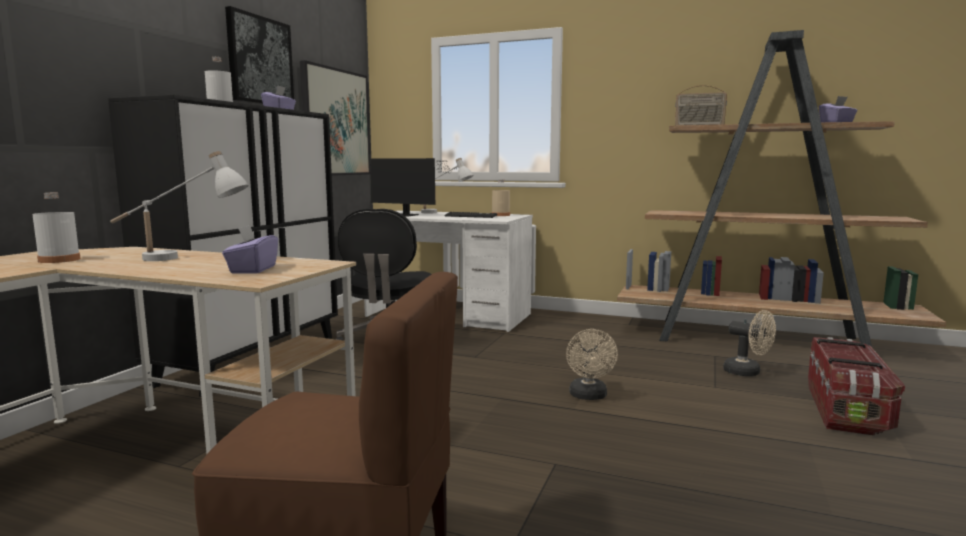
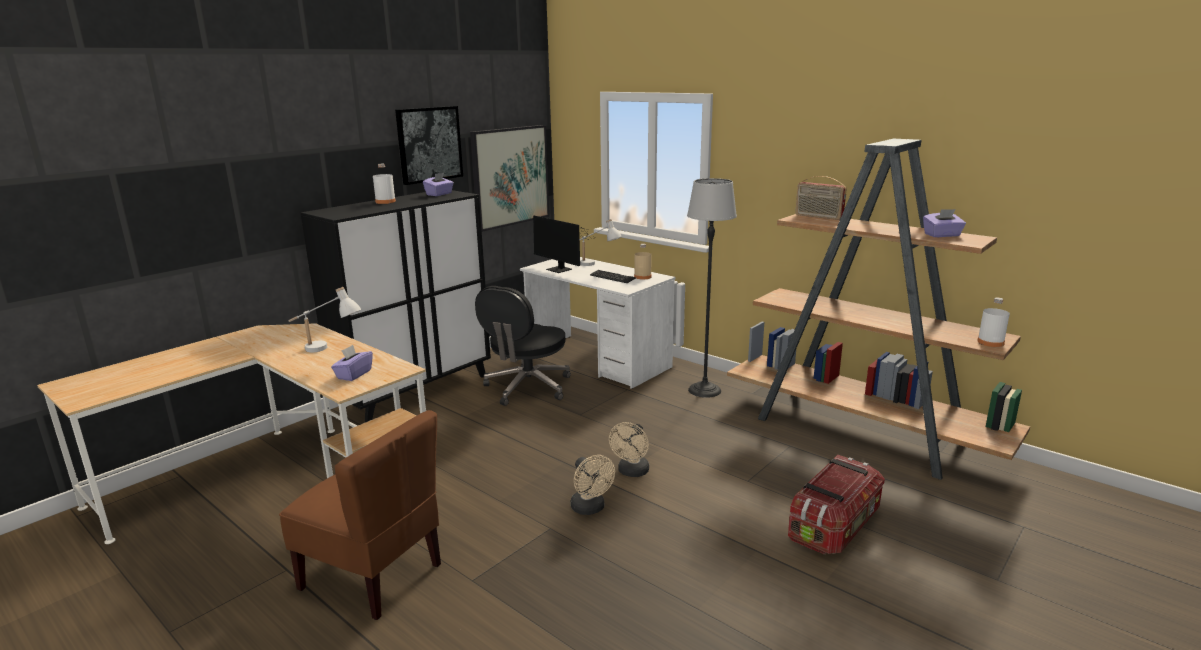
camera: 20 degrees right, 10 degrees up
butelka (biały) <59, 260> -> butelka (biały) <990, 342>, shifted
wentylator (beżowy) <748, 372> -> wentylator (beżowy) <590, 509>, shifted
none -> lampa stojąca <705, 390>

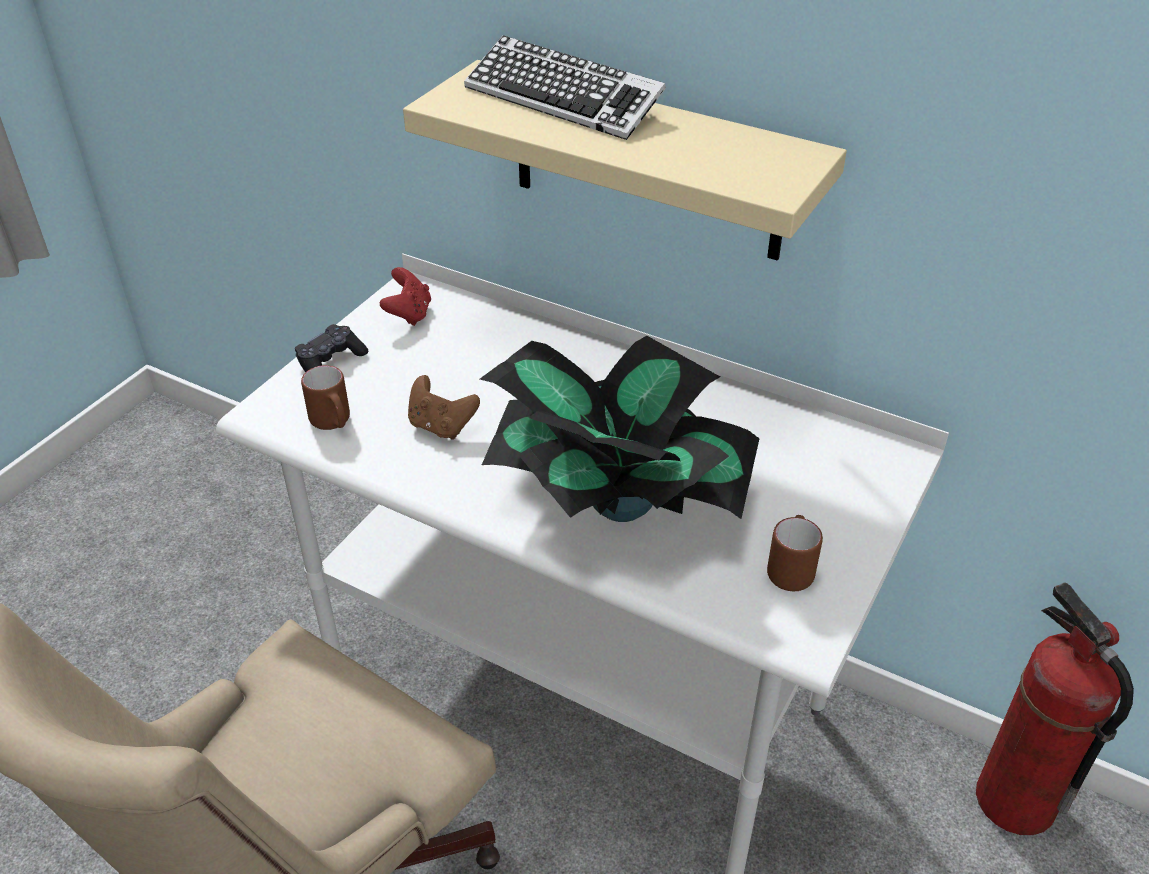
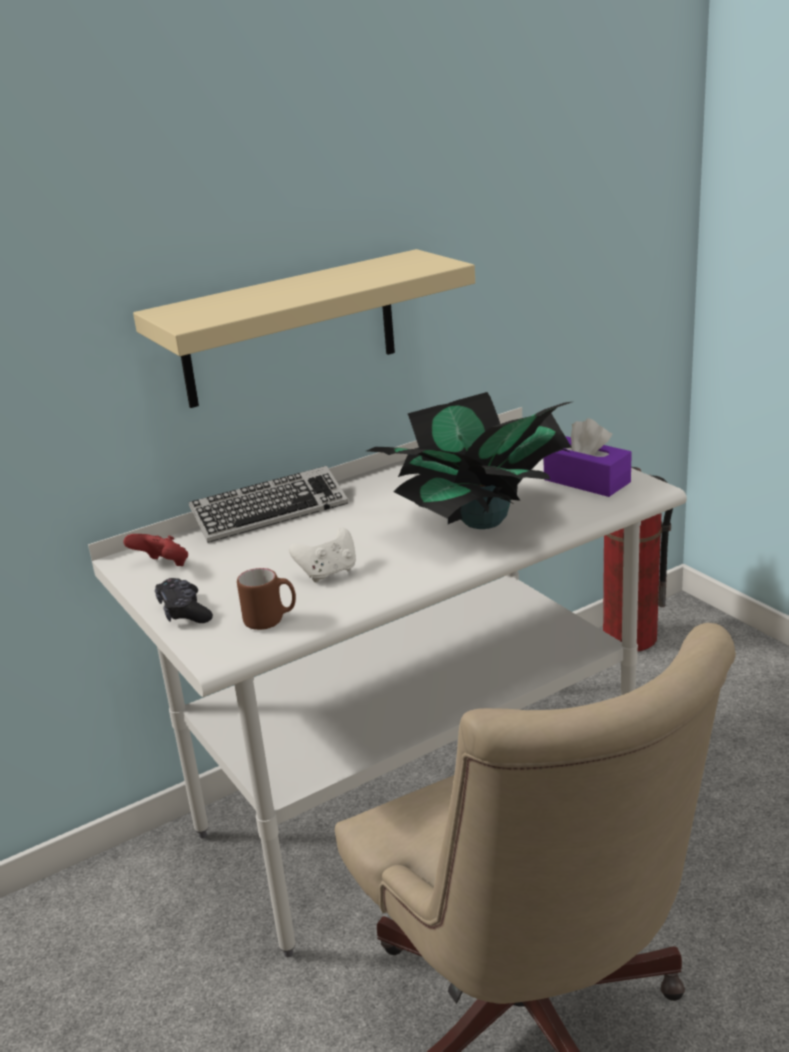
camera: 60 degrees left, 15 degrees down
klawiatura <563, 99> -> klawiatura <270, 513>, shifted
pad do gier (brązowy) <441, 426> -> pad do gier (biały) <328, 573>
kubek (brązowy) <791, 569> -> pudełko chusteczek (fioletowy) <586, 481>

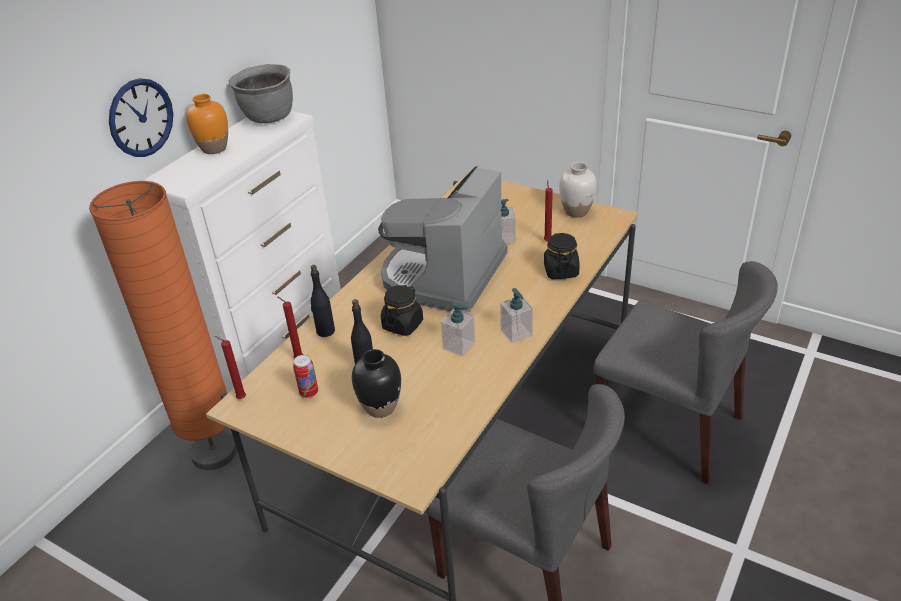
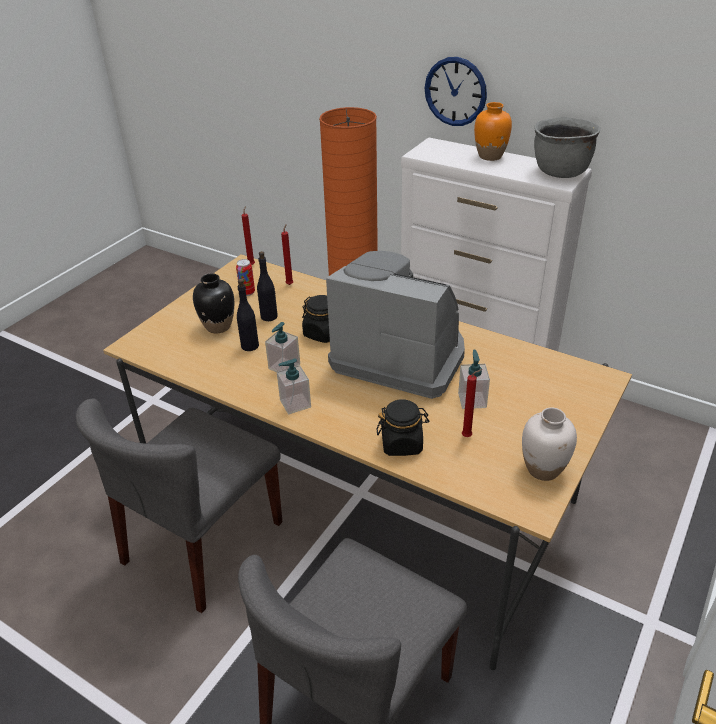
camera: 90 degrees right, 0 degrees up
butelka (czarny) <325, 331> -> butelka (czarny) <250, 346>, shifted

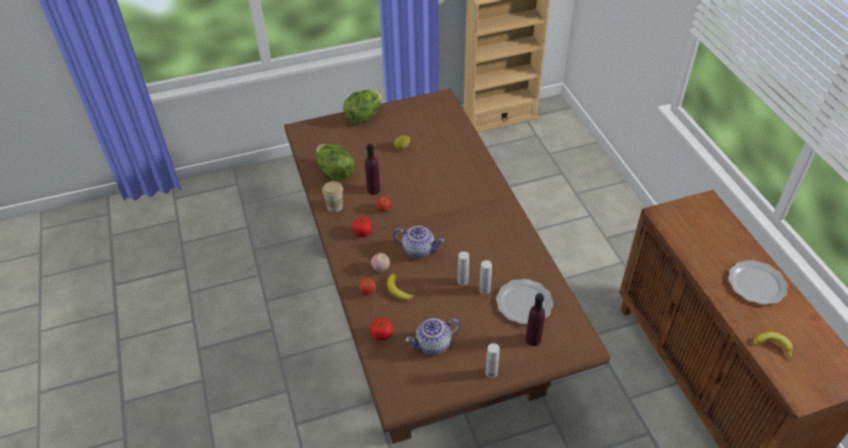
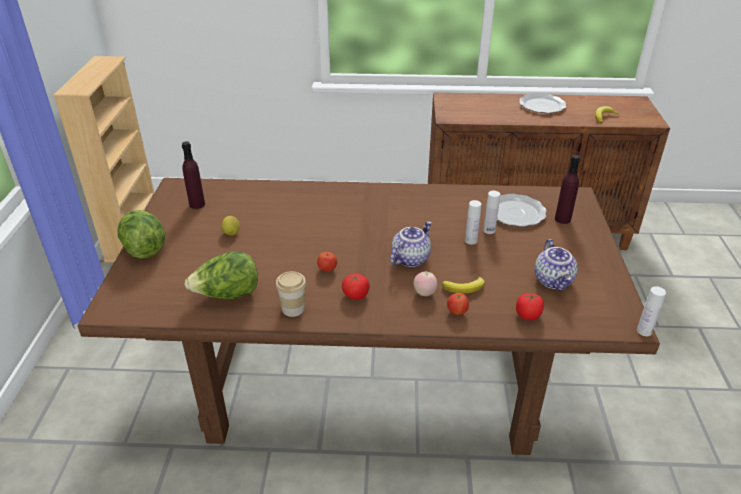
camera: 70 degrees left, 10 degrees down
butelka (fioletowy) <373, 190> -> butelka (fioletowy) <197, 204>, shifted
butelka (biały) <491, 372> -> butelka (biały) <644, 331>, shifted

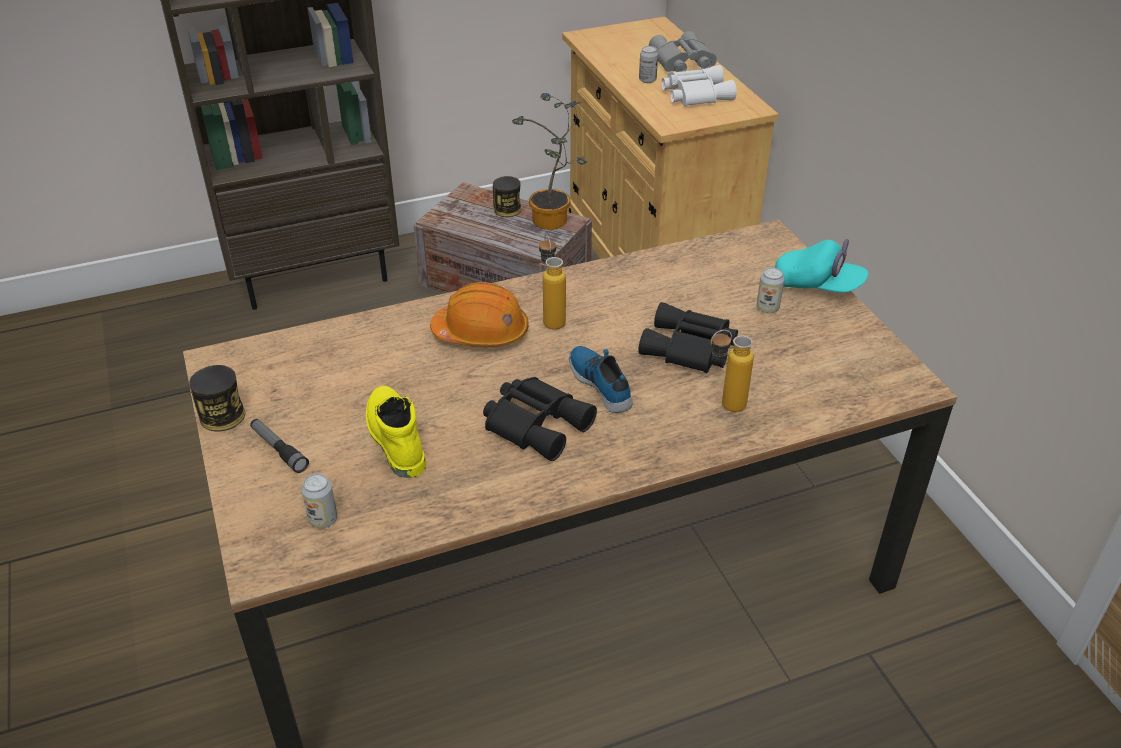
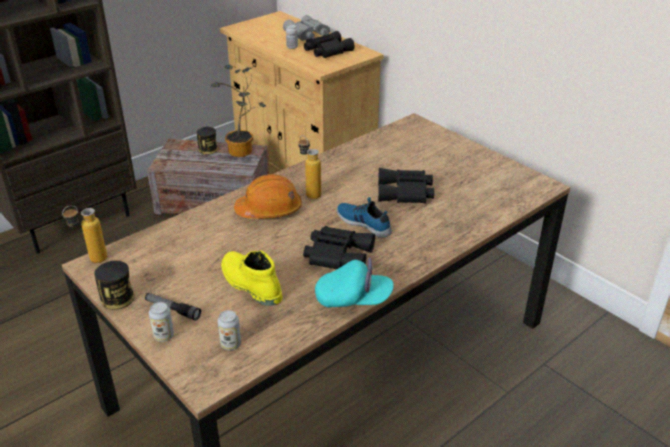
camera: 20 degrees left, 5 degrees down
lornetka (biały) <695, 94> -> lornetka (czarny) <326, 50>
czapka z daszkiem (turkusowy) <818, 285> -> czapka z daszkiem (turkusowy) <353, 299>, shifted
puszka <767, 308> -> puszka <163, 336>, shifted
butelka <724, 407> -> butelka <91, 261>, shifted

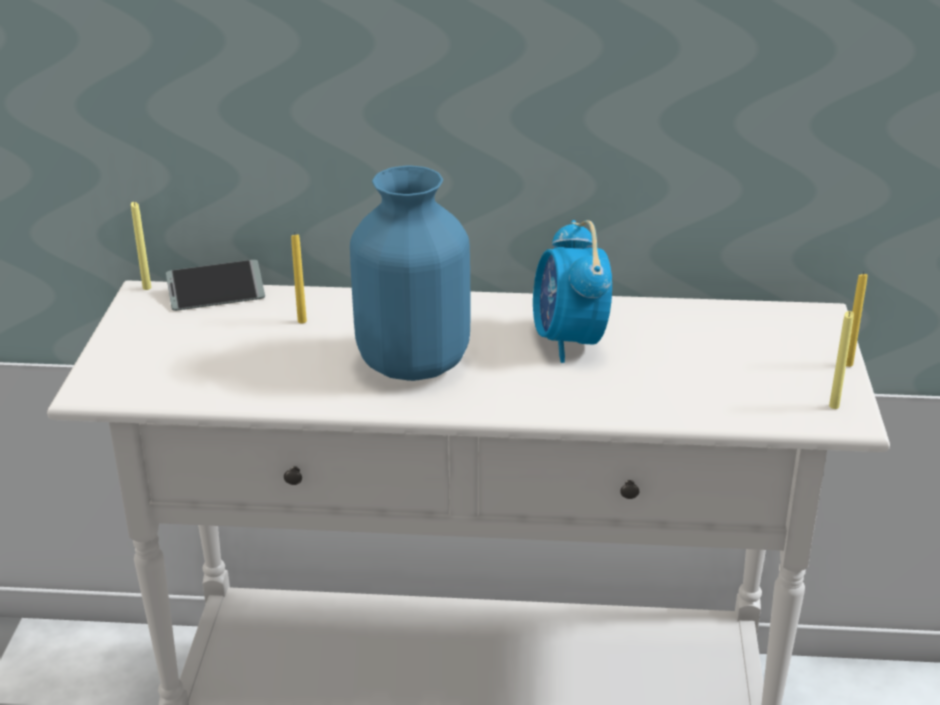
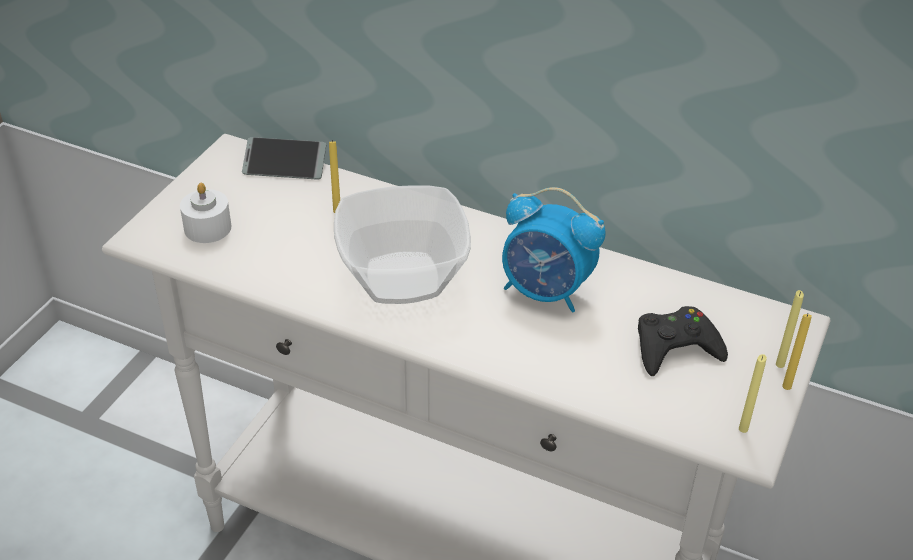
camera: 20 degrees right, 10 degrees up
wazon (niebieski) <411, 362> -> miska <400, 278>
świeca (żółty) <147, 288> -> świeca (żółty) <780, 364>, shifted
budzik <569, 342> -> budzik <546, 292>, 75 degrees counterclockwise
none -> świeca (biały) <207, 228>
none -> pad do gier (czarny) <675, 347>

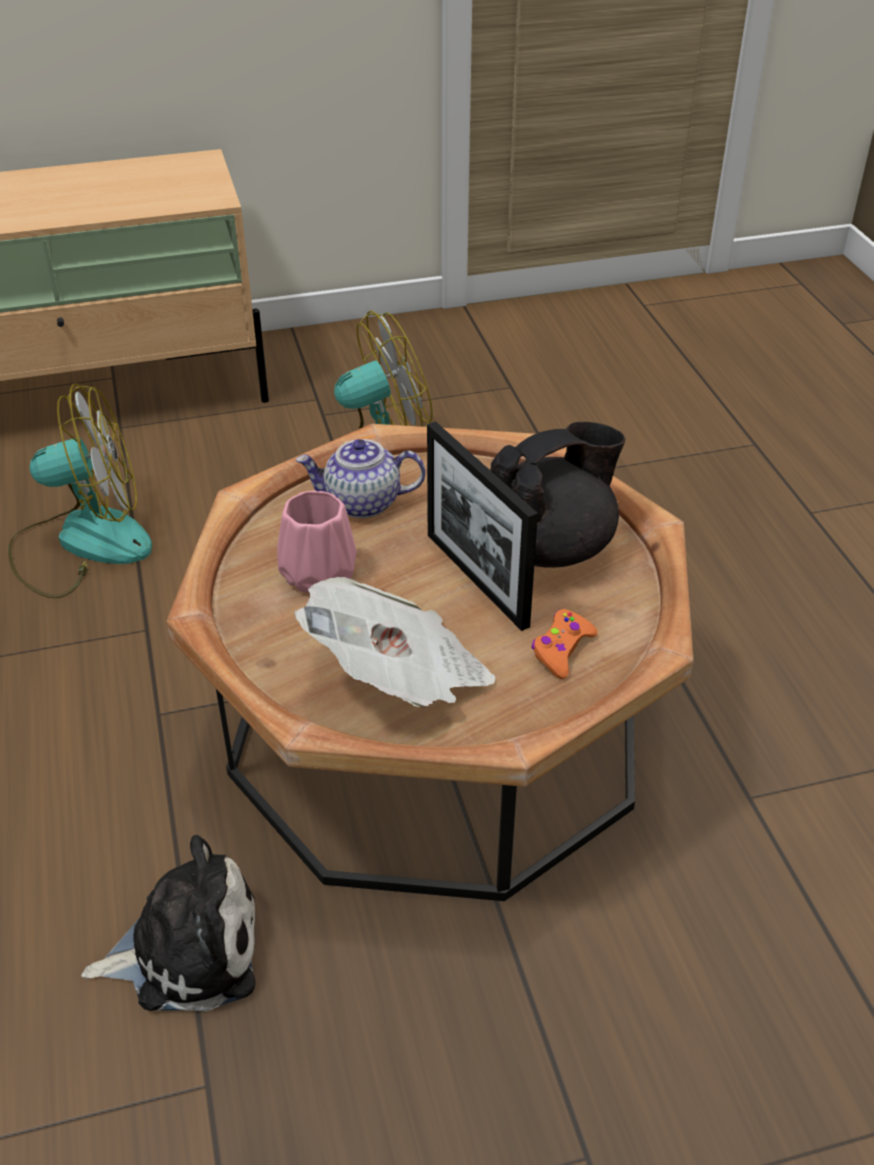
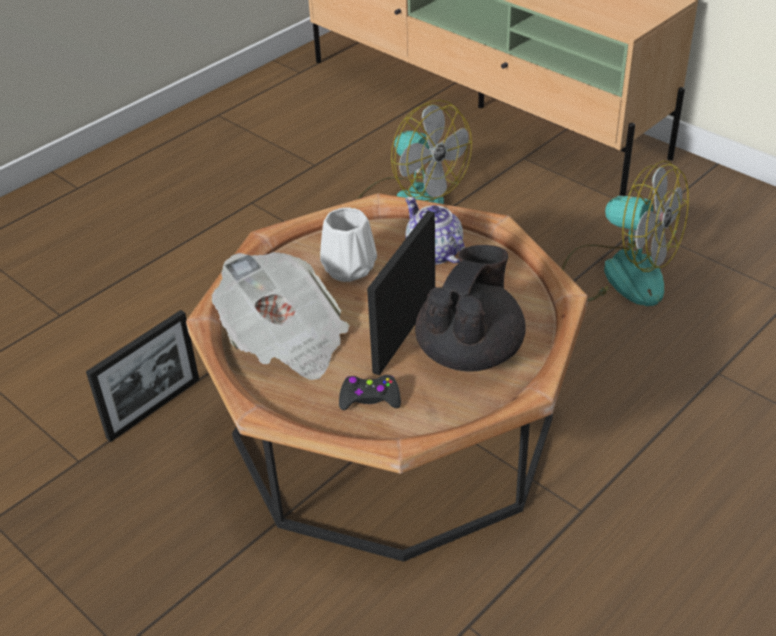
camera: 60 degrees right, 0 degrees up
imbryk (czarny) <550, 547> -> imbryk (czarny) <470, 351>, 90 degrees counterclockwise
wazon (różowy) <321, 574> -> wazon (biały) <350, 269>
pad do gier (pomarańczowy) <562, 650> -> pad do gier (czarny) <369, 398>
pluszak <187, 950> -> ramka na zdjęcie <154, 408>

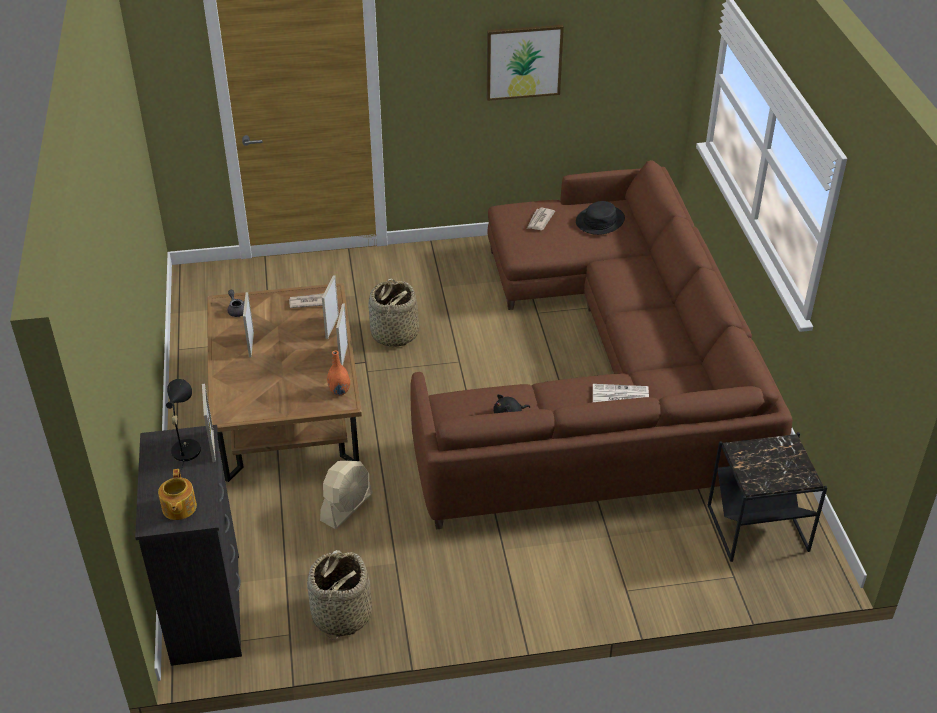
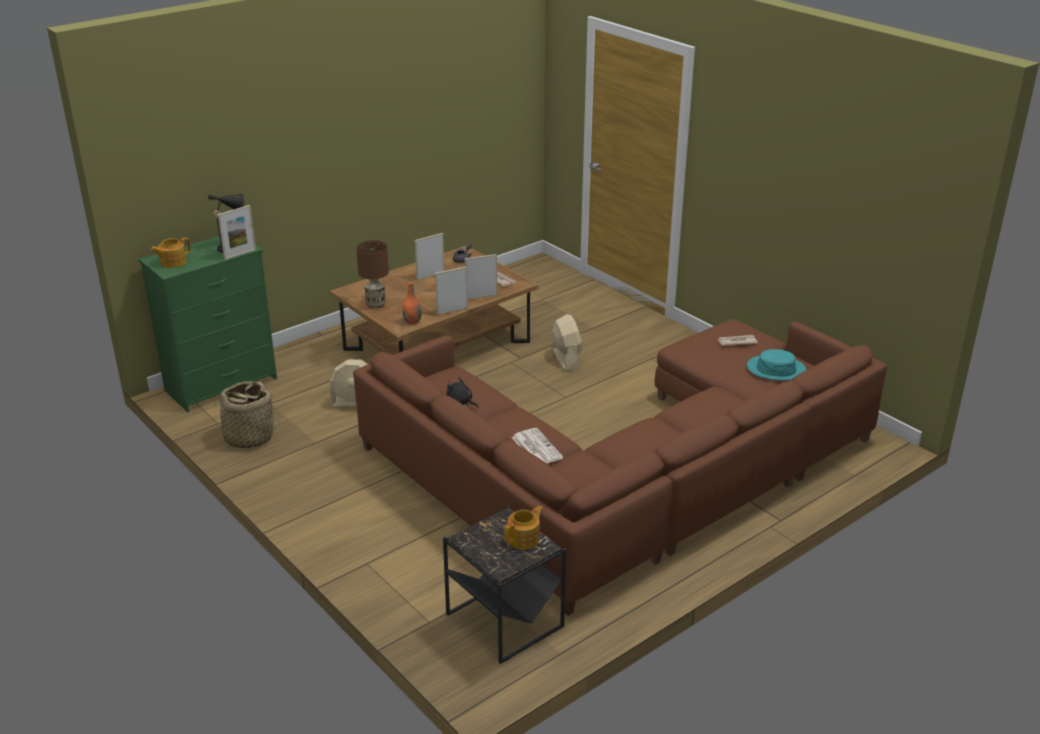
camera: 60 degrees right, 10 degrees down
obraz <524, 62> -> none
kapelusz (czarny) <600, 221> -> kapelusz (turkusowy) <776, 369>
koszyk <394, 334> -> wentylator (beżowy) <566, 358>
komoda (czarny) <207, 607> -> komoda (zielony) <222, 384>
none -> lampa stołowa (brązowy) <375, 304>
none -> imbryk <524, 539>

